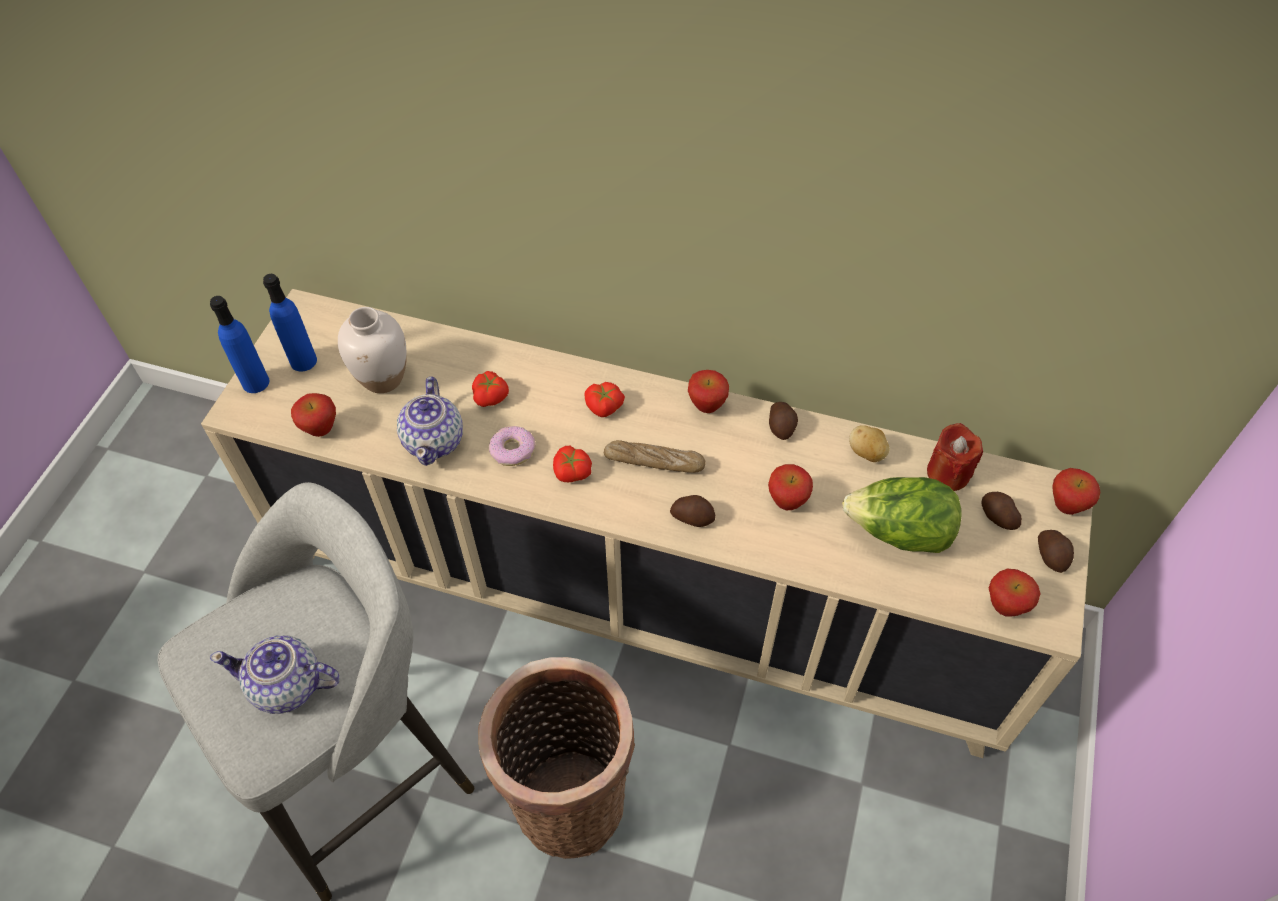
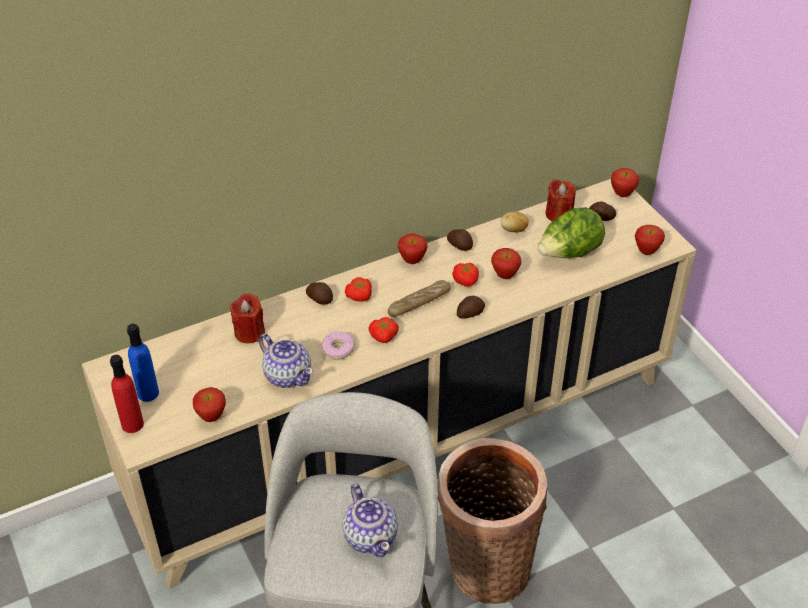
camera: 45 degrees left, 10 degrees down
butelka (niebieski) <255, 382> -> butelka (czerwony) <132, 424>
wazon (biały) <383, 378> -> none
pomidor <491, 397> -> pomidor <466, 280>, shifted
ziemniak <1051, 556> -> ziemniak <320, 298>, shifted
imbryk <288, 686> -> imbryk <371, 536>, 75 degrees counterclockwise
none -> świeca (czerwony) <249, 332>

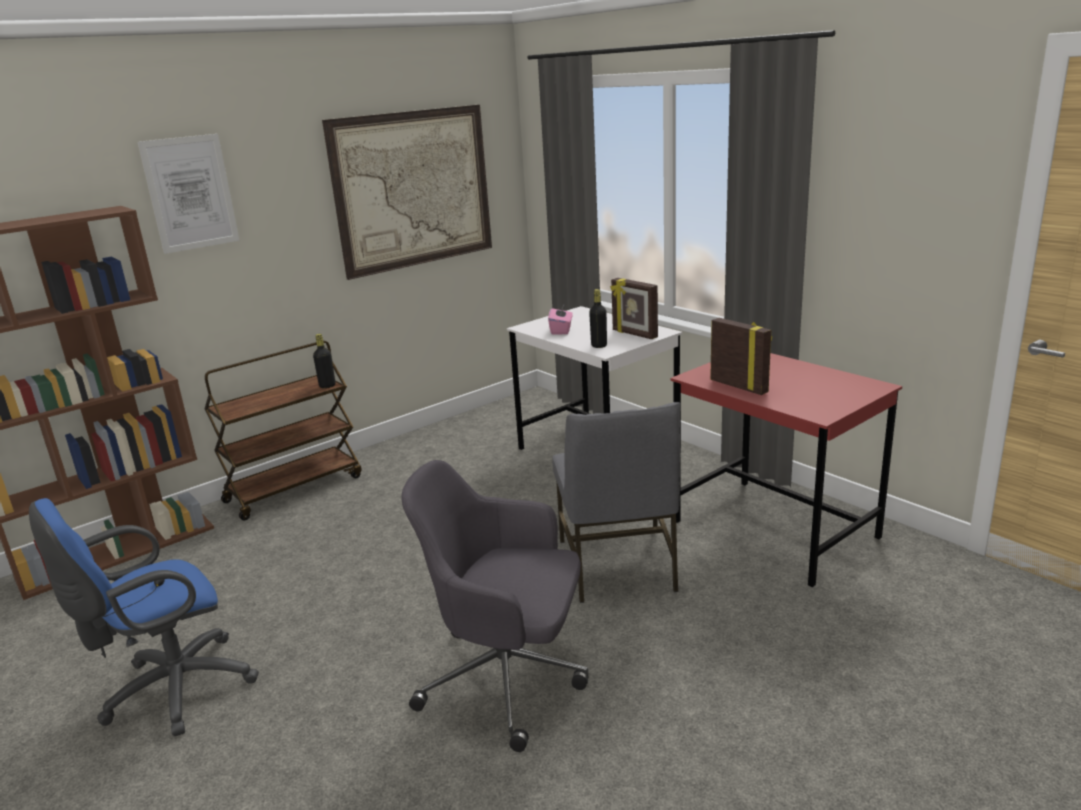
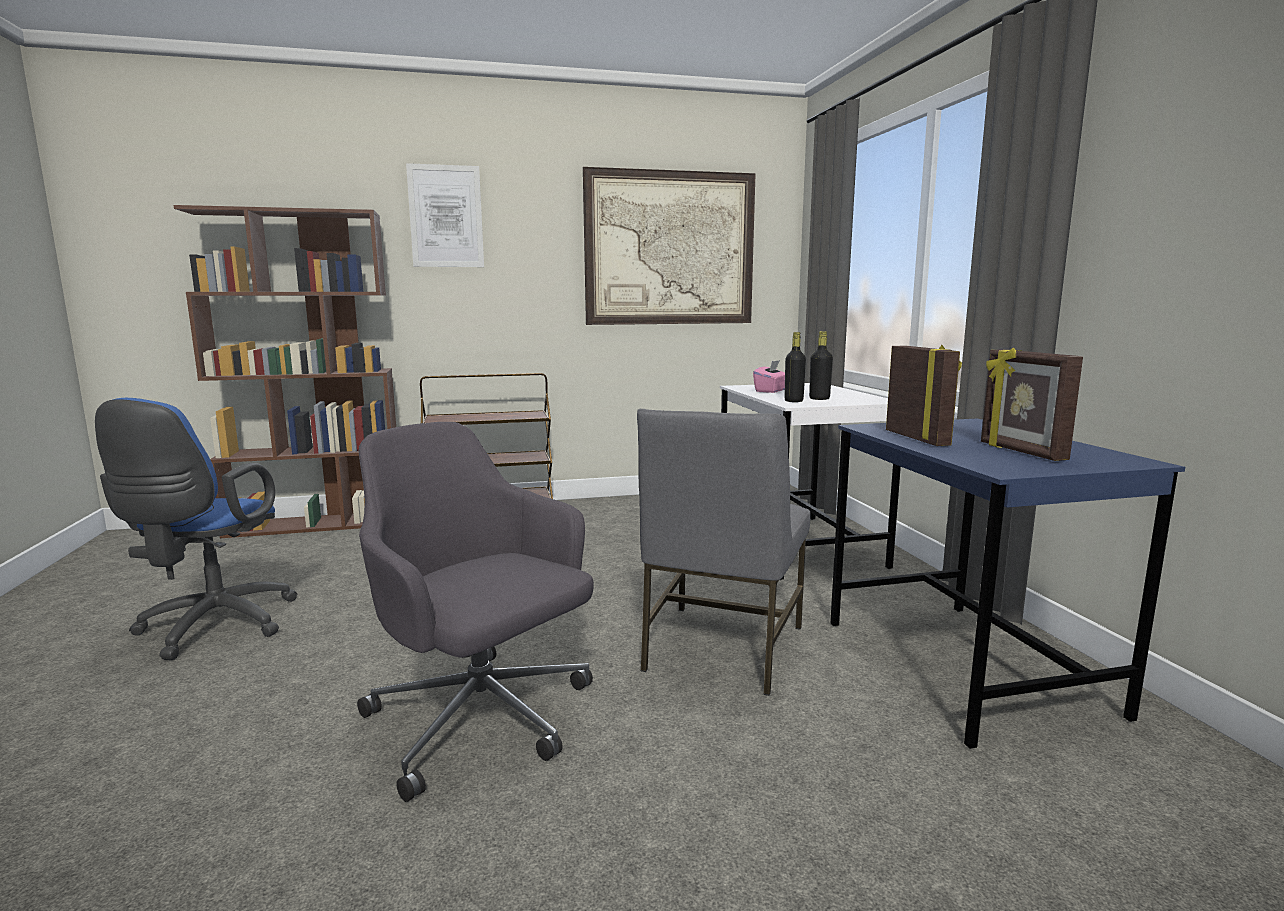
camera: 25 degrees right, 10 degrees down
ramka na zdjęcie <634, 334> -> ramka na zdjęcie <1020, 452>, shifted
butelka (czarny) <327, 386> -> butelka (czarny) <819, 399>, shifted
biurko (czerwony) <775, 530> -> biurko (niebieski) <965, 667>
krzesło biurowe (niebieski) <172, 691> -> krzesło biurowe (niebieski) <212, 628>, 75 degrees counterclockwise

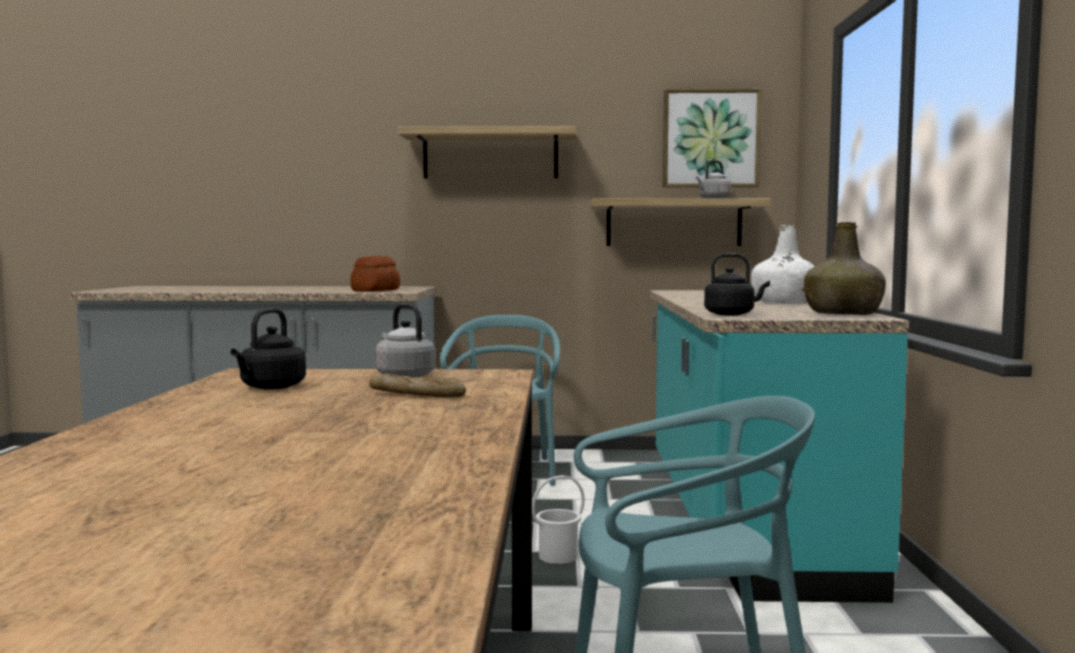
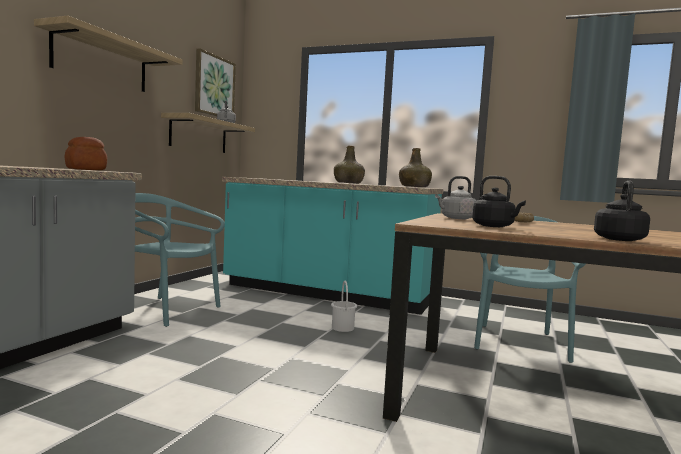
camera: 70 degrees left, 0 degrees up
butelka (biały) <784, 302> -> butelka (zielony) <348, 183>
czajnik (czarny) <732, 314> -> czajnik (czarny) <619, 239>, shifted

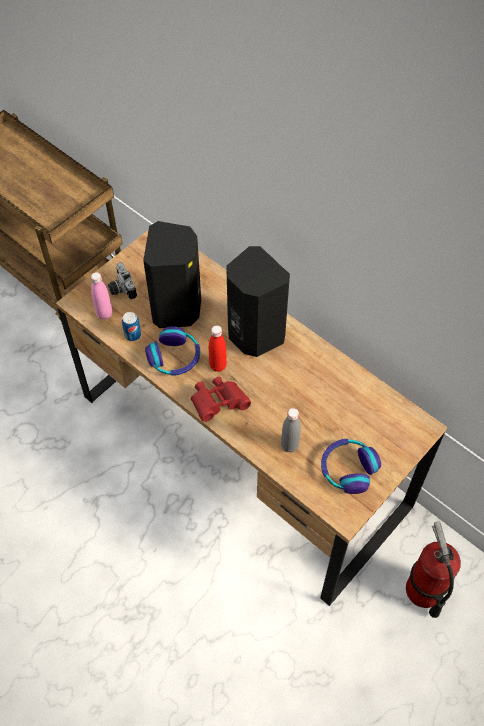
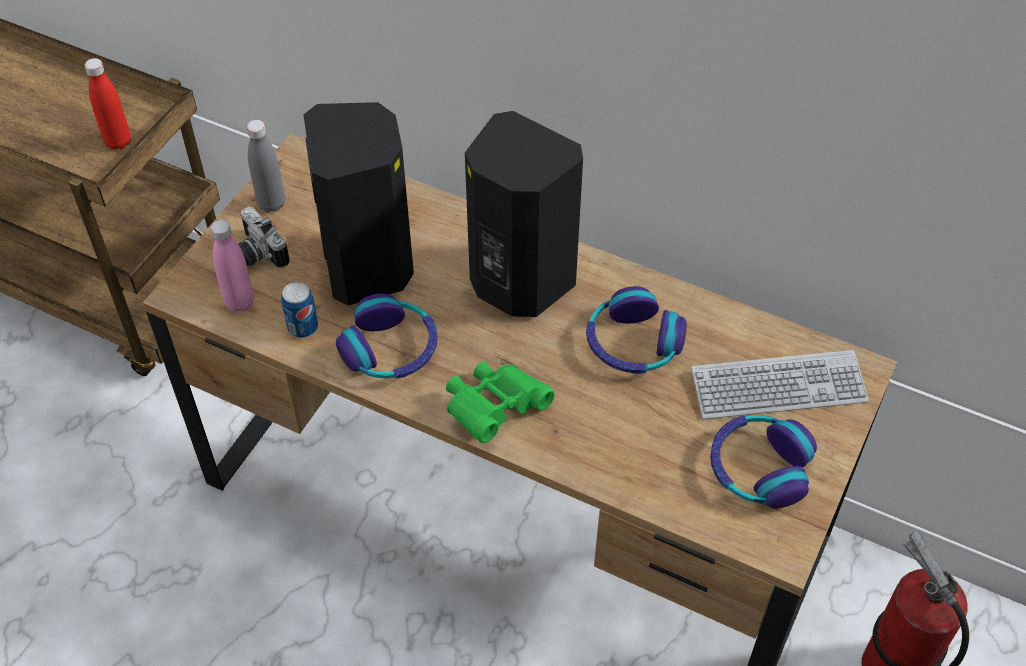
camera: 15 degrees left, 5 degrees down
butelka (czerwony) <218, 365> -> butelka (czerwony) <118, 142>, shifted
lornetka (czerwony) <218, 403> -> lornetka (zielony) <494, 409>
butelka (szary) <289, 445> -> butelka (szary) <271, 203>, shifted
none -> słuchawki <633, 343>
none -> klawiatura <778, 387>

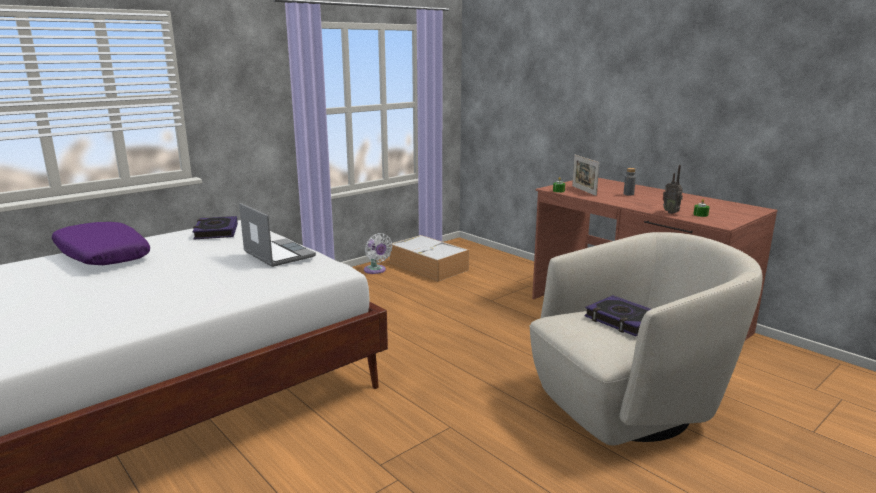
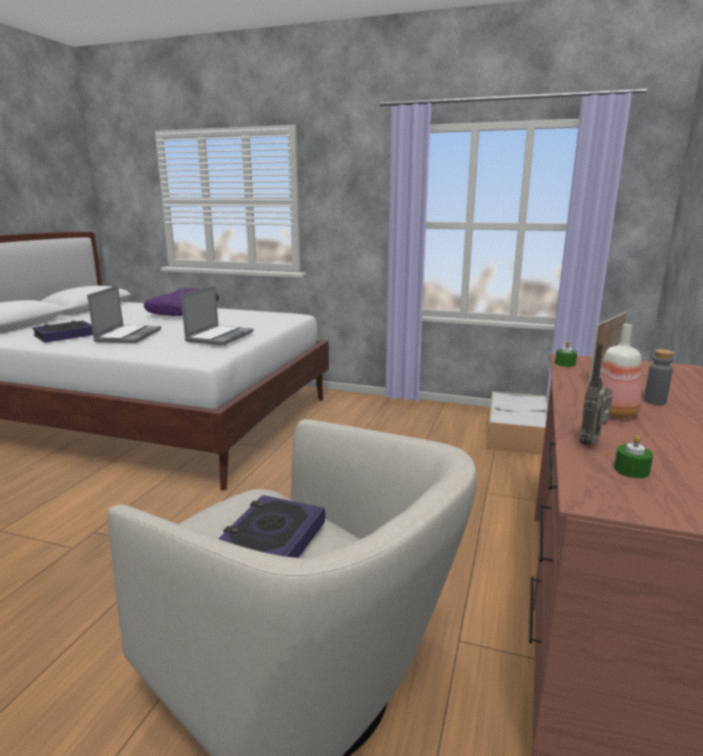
camera: 60 degrees right, 0 degrees up
książka <216, 232> -> książka <65, 335>, shifted
wentylator (biały) <376, 270> -> none
none -> laptop <128, 335>
none -> butelka <614, 412>

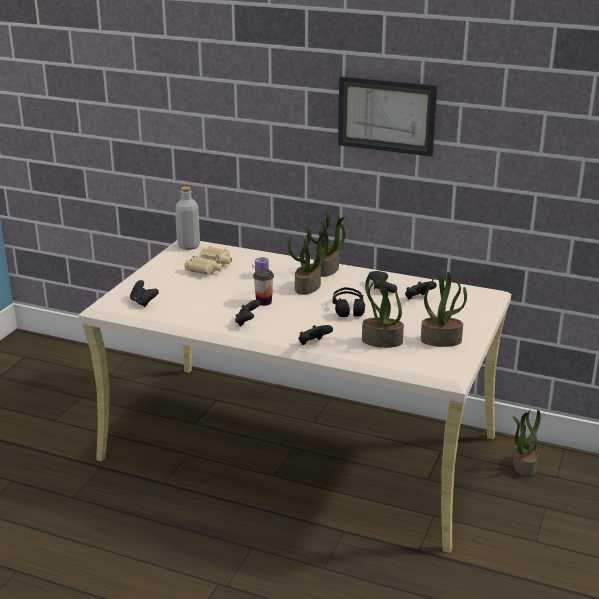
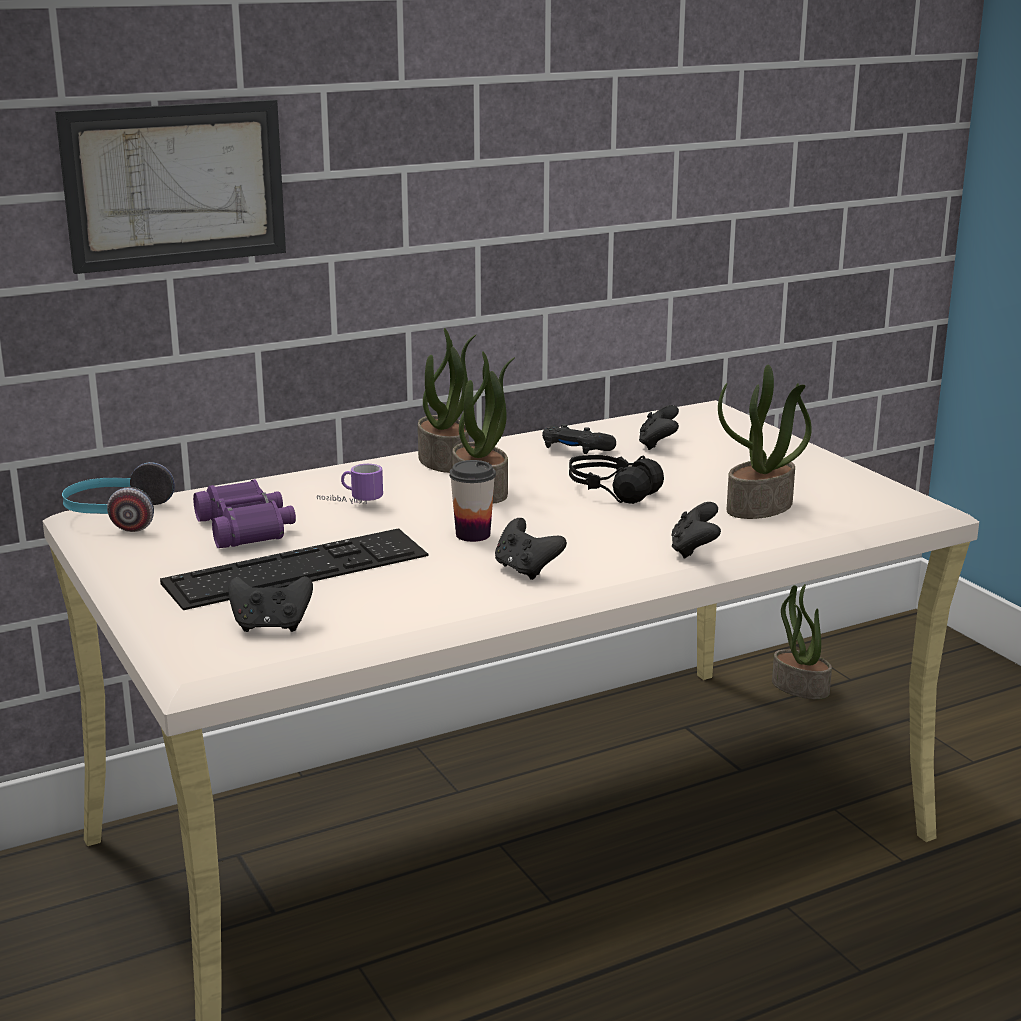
camera: 50 degrees left, 5 degrees down
obraz <386, 115> -> obraz <175, 184>, shifted
butelka (szary) <189, 246> -> słuchawki <116, 517>
lornetka (beżowy) <210, 267> -> lornetka (fioletowy) <247, 528>
roślina doniczkowa <441, 340> -> none
none -> klawiatura <297, 569>

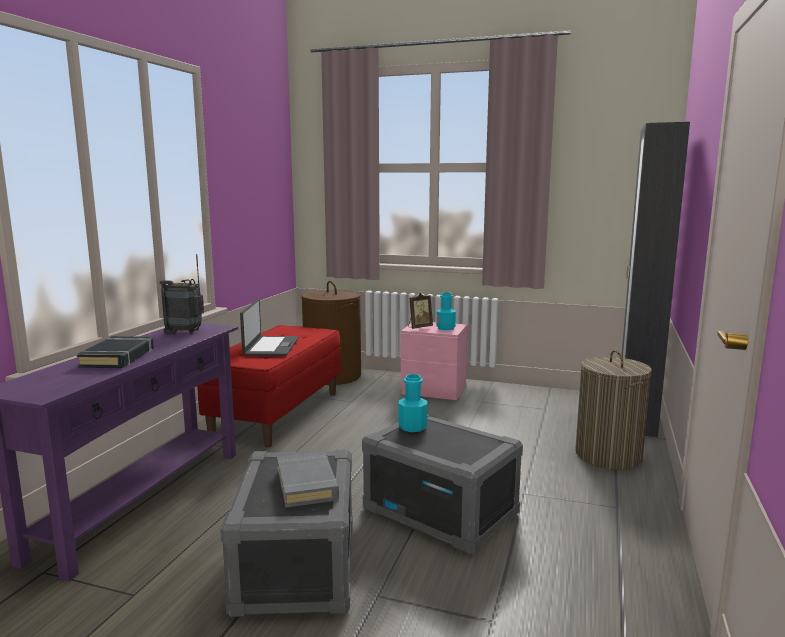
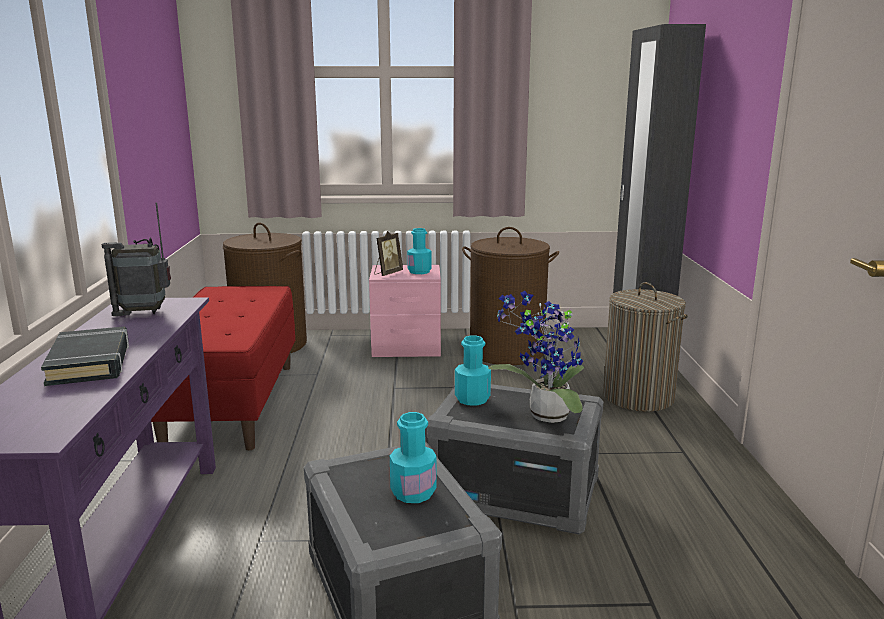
camera: 20 degrees left, 5 degrees up
laptop <270, 347> -> none
książka (szary) <307, 484> -> butelka (turkusowy) <413, 492>
none -> kosz na pranie (brązowy) <507, 351>
none -> roślina doniczkowa <544, 416>

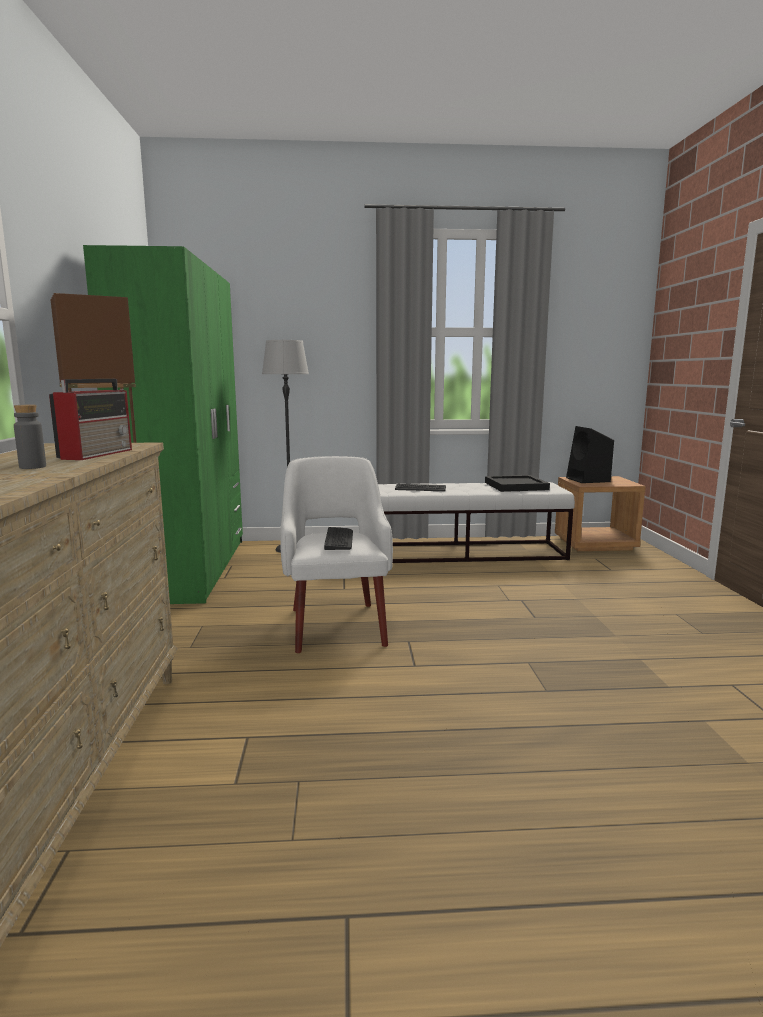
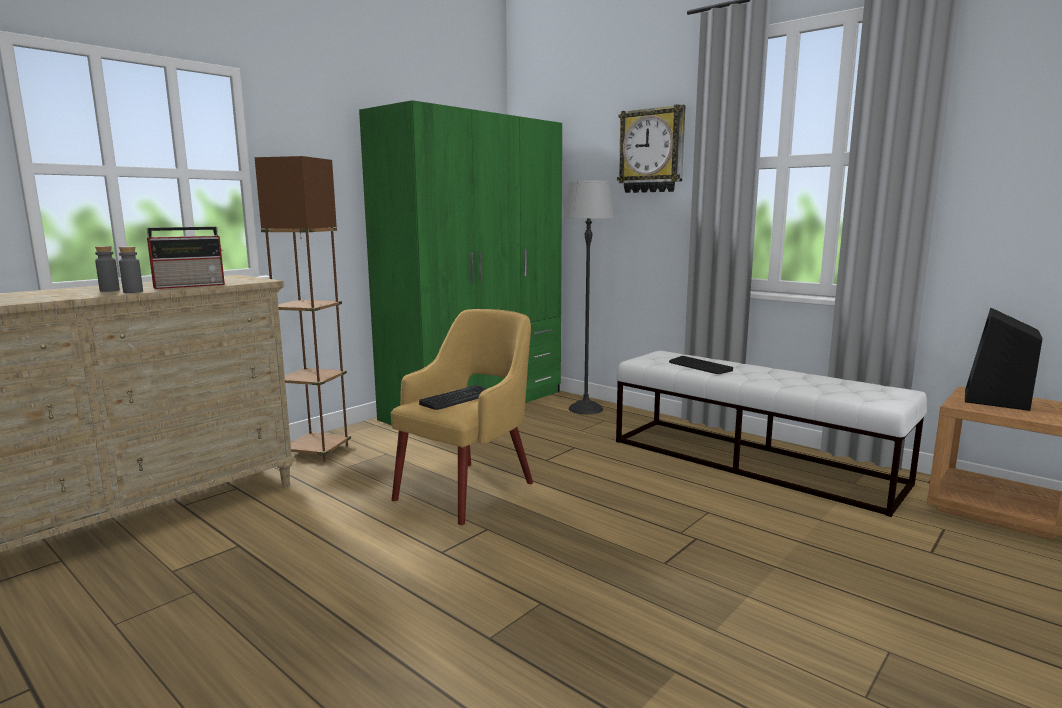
camera: 45 degrees right, 0 degrees up
fotel (biały) <336, 624> -> fotel (żółty) <468, 489>
taca (czarny) <515, 486> -> none
none -> zegar ścienny <652, 151>
none -> butelka (szary) <133, 292>

